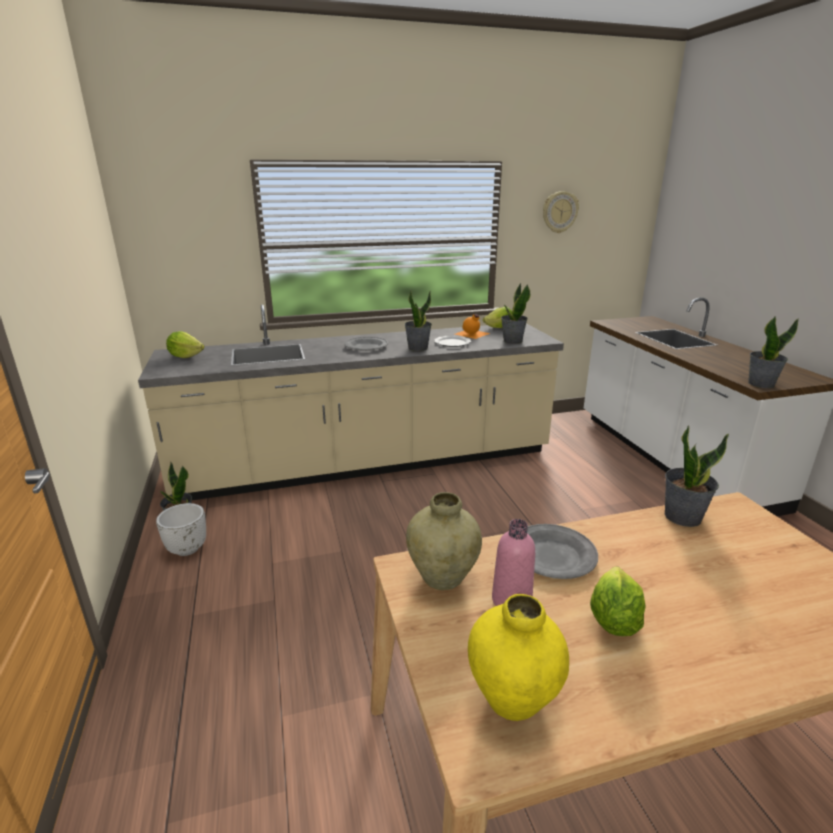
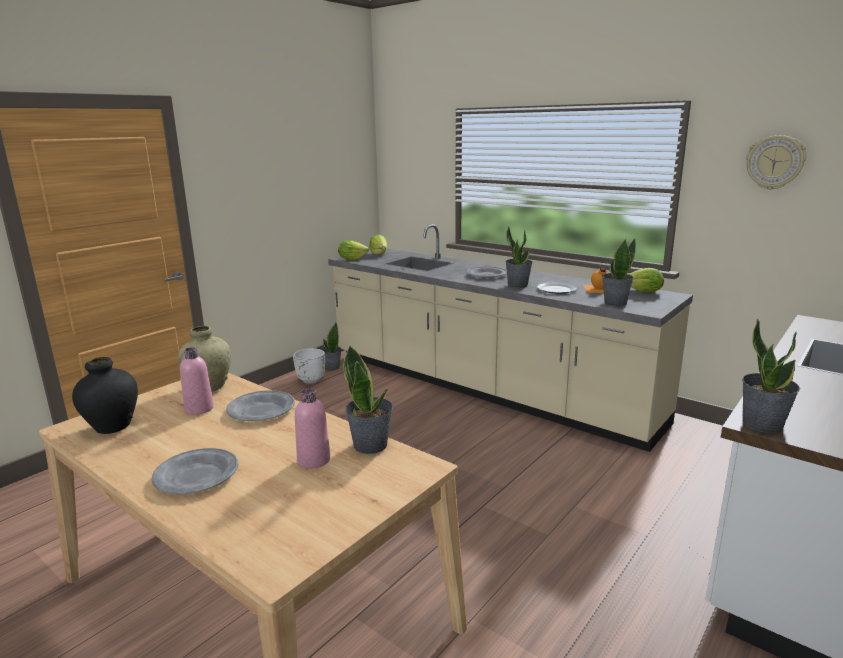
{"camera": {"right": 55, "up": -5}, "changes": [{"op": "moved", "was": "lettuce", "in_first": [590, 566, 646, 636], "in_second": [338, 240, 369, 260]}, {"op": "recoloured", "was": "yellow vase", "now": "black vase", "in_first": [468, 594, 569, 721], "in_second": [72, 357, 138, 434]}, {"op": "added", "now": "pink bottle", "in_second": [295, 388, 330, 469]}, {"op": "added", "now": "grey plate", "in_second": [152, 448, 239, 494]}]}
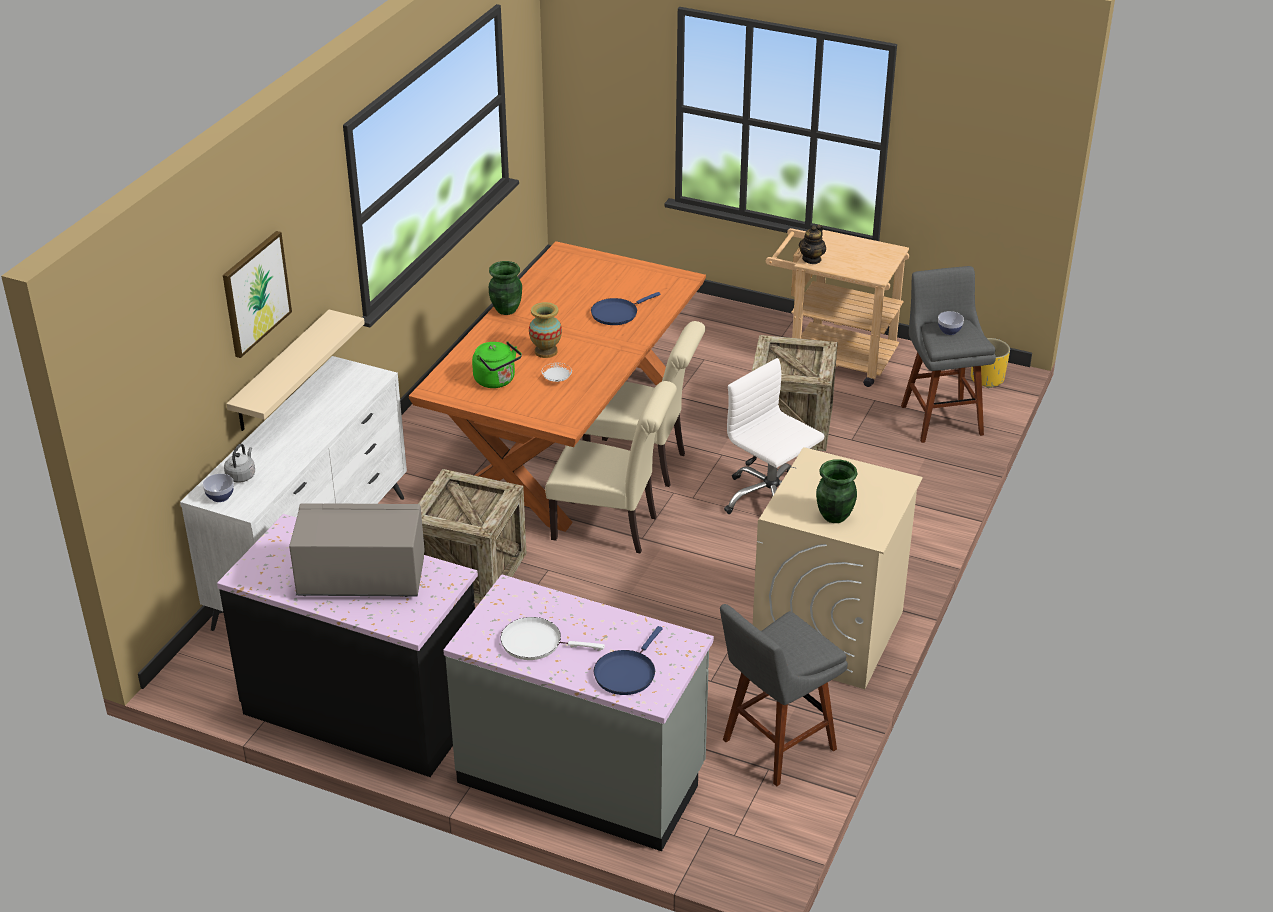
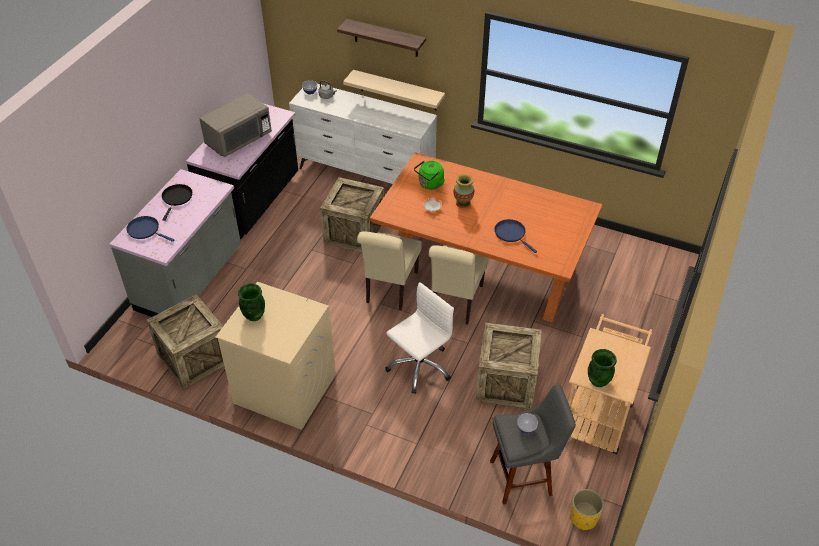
{"camera": {"right": 90, "up": 10}, "changes": [{"op": "removed", "was": "teapot", "in_first": [799, 225, 826, 264]}, {"op": "replaced", "was": "picture", "now": "shelf", "in_first": [223, 231, 292, 358], "in_second": [337, 19, 426, 57]}, {"op": "moved", "was": "green vase", "in_first": [489, 261, 522, 315], "in_second": [588, 349, 617, 387]}, {"op": "turned", "was": "grey microwave", "in_first": [289, 503, 425, 597], "in_second": [199, 93, 272, 157], "clockwise": 45}, {"op": "replaced", "was": "grey stool", "now": "crate", "in_first": [720, 604, 848, 787], "in_second": [147, 294, 224, 389]}, {"op": "recoloured", "was": "white frying pan", "now": "black frying pan", "in_first": [500, 617, 605, 660], "in_second": [162, 184, 192, 221]}]}
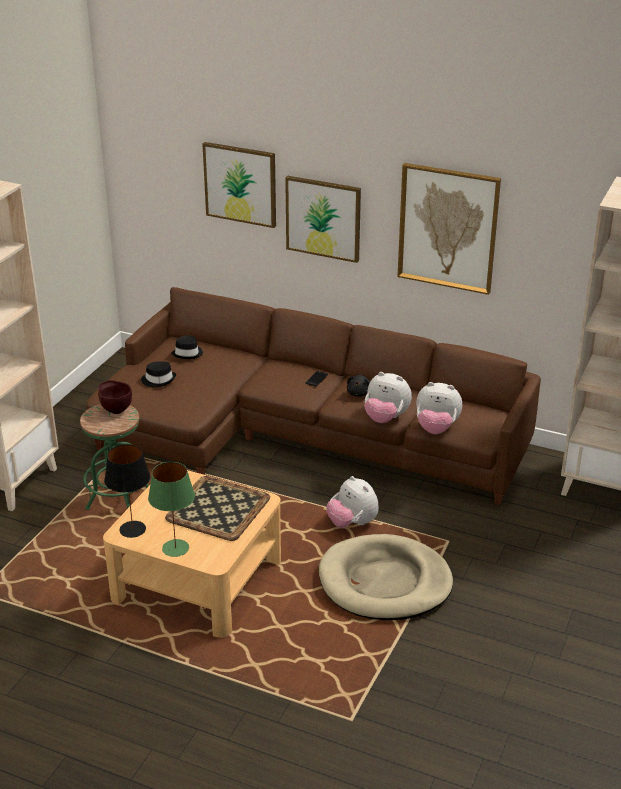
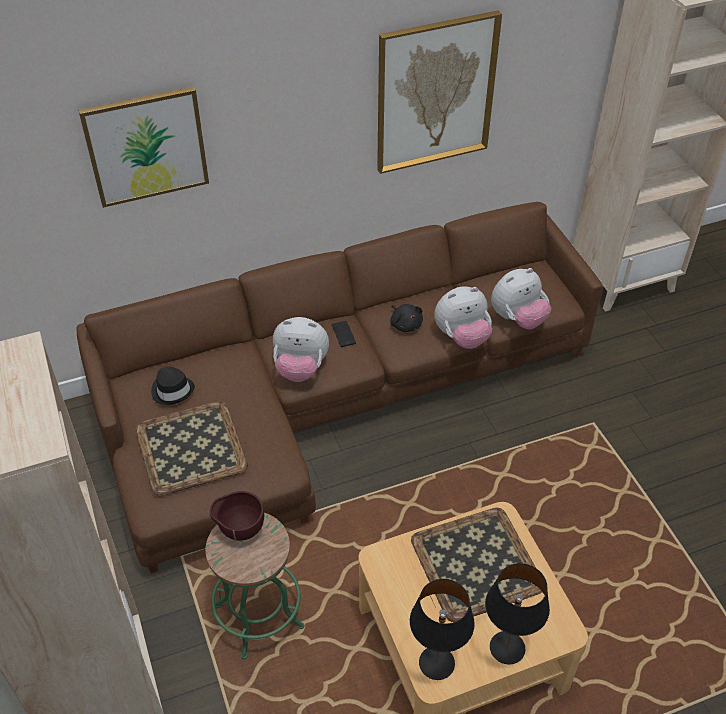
{"camera": {"right": -45, "up": 15}, "changes": [{"op": "removed", "was": "picture", "in_first": [285, 176, 361, 263]}, {"op": "replaced", "was": "black hat", "now": "tray", "in_first": [141, 361, 176, 387], "in_second": [136, 401, 248, 496]}, {"op": "recoloured", "was": "green table lamp", "now": "black table lamp", "in_first": [148, 462, 195, 557], "in_second": [485, 563, 550, 665]}, {"op": "moved", "was": "plush toy", "in_first": [326, 476, 379, 528], "in_second": [273, 317, 329, 382]}, {"op": "removed", "was": "beige dog bed", "in_first": [319, 534, 453, 620]}]}
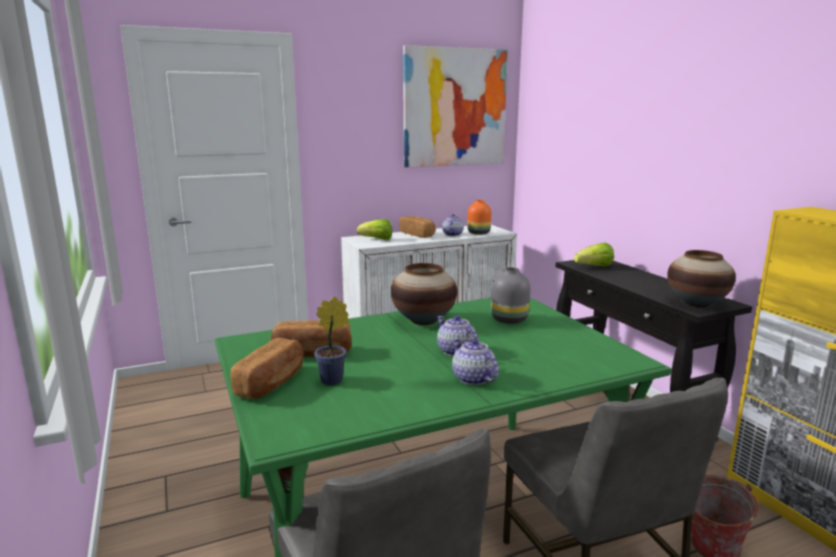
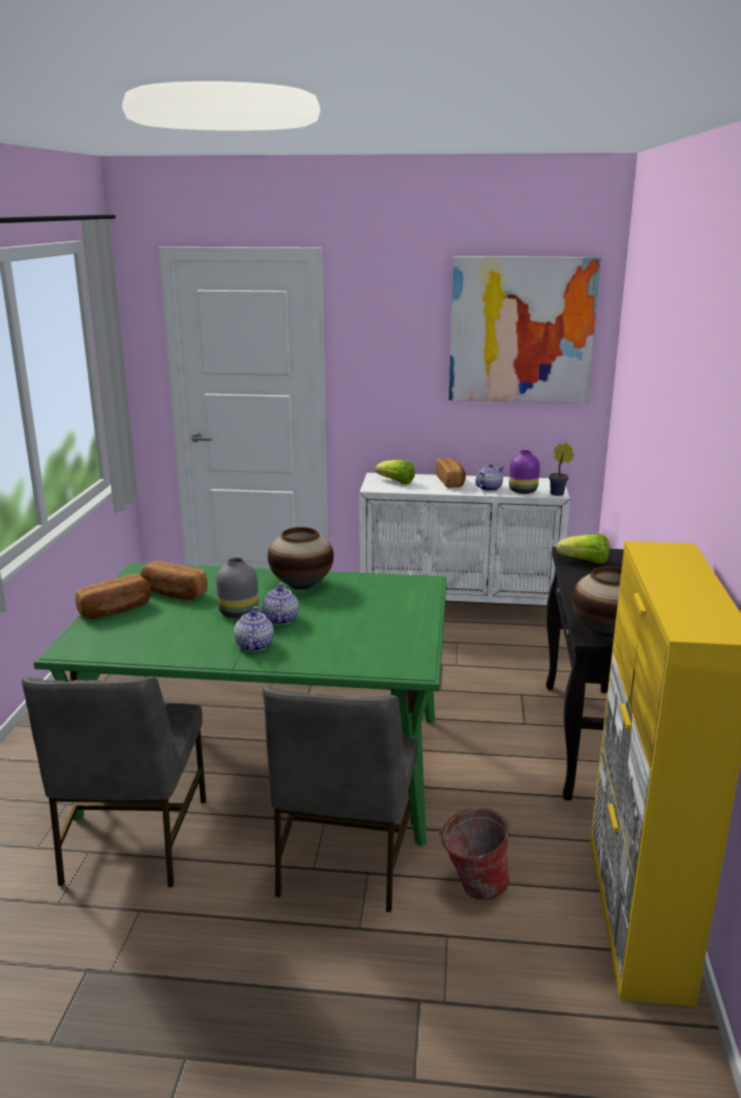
{"camera": {"right": 30, "up": 5}, "changes": [{"op": "recoloured", "was": "orange vase", "now": "purple vase", "in_first": [467, 200, 491, 235], "in_second": [509, 450, 540, 494]}, {"op": "moved", "was": "grey vase", "in_first": [491, 267, 530, 324], "in_second": [216, 557, 258, 618]}, {"op": "moved", "was": "potted plant", "in_first": [314, 297, 349, 385], "in_second": [549, 442, 574, 496]}]}
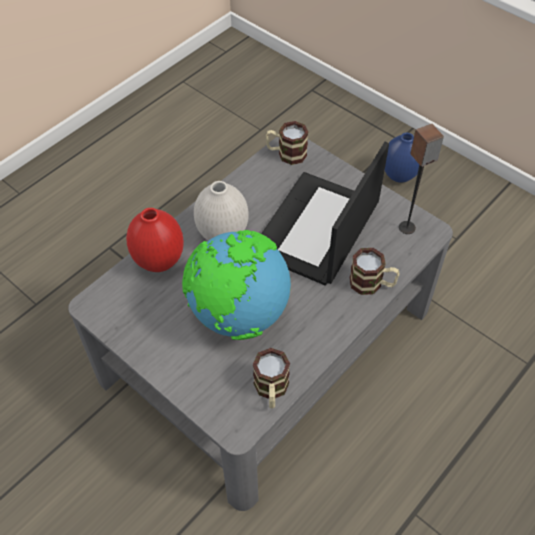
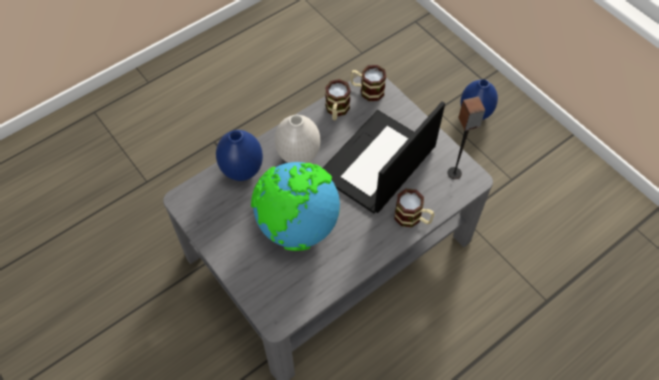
{"camera": {"right": 10, "up": 5}, "changes": [{"op": "recoloured", "was": "red vase", "now": "blue vase", "in_first": [126, 208, 184, 272], "in_second": [216, 130, 263, 181]}, {"op": "moved", "was": "mug", "in_first": [253, 348, 290, 408], "in_second": [325, 79, 351, 121]}]}
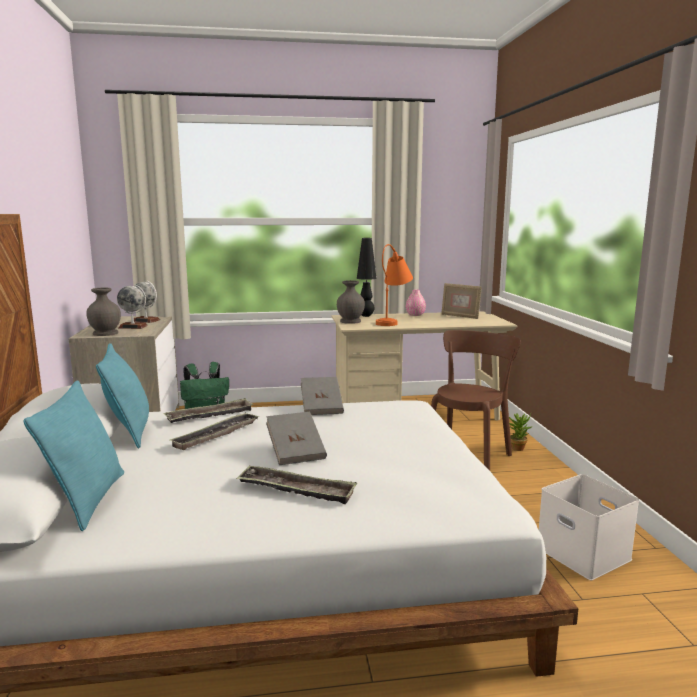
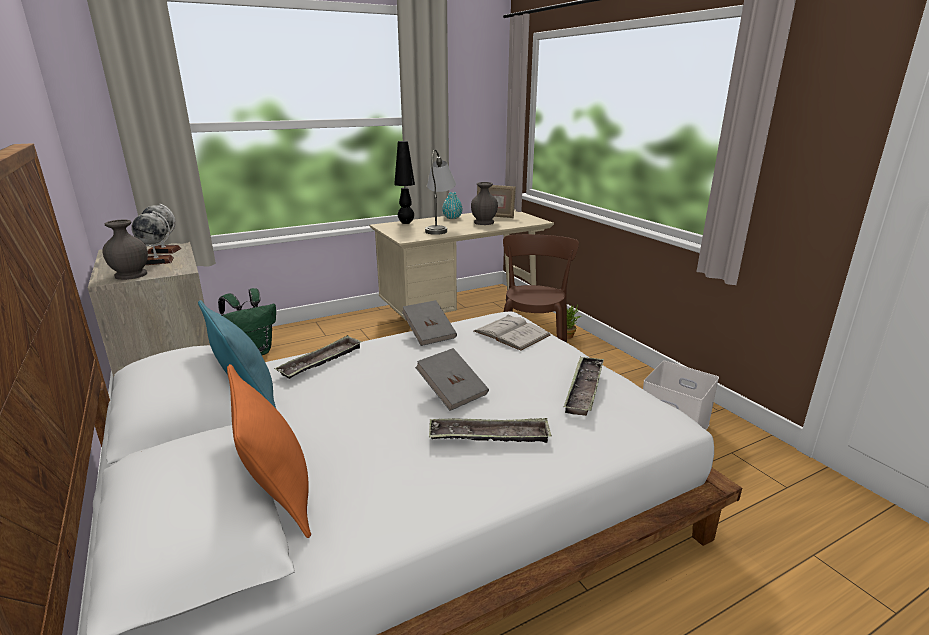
{"camera": {"right": -20, "up": 10}, "changes": [{"op": "recoloured", "was": "orange table lamp", "now": "grey table lamp", "in_first": [376, 244, 413, 326], "in_second": [425, 149, 456, 235]}, {"op": "moved", "was": "grey vase", "in_first": [337, 280, 365, 324], "in_second": [471, 182, 498, 225]}, {"op": "recoloured", "was": "pink vase", "now": "turquoise vase", "in_first": [406, 290, 426, 316], "in_second": [442, 192, 463, 219]}, {"op": "recoloured", "was": "turquoise pillow", "now": "orange pillow", "in_first": [23, 380, 124, 531], "in_second": [227, 364, 311, 538]}, {"op": "moved", "was": "tray", "in_first": [170, 412, 260, 450], "in_second": [563, 356, 604, 416]}, {"op": "added", "now": "white book", "in_second": [474, 314, 550, 350]}]}
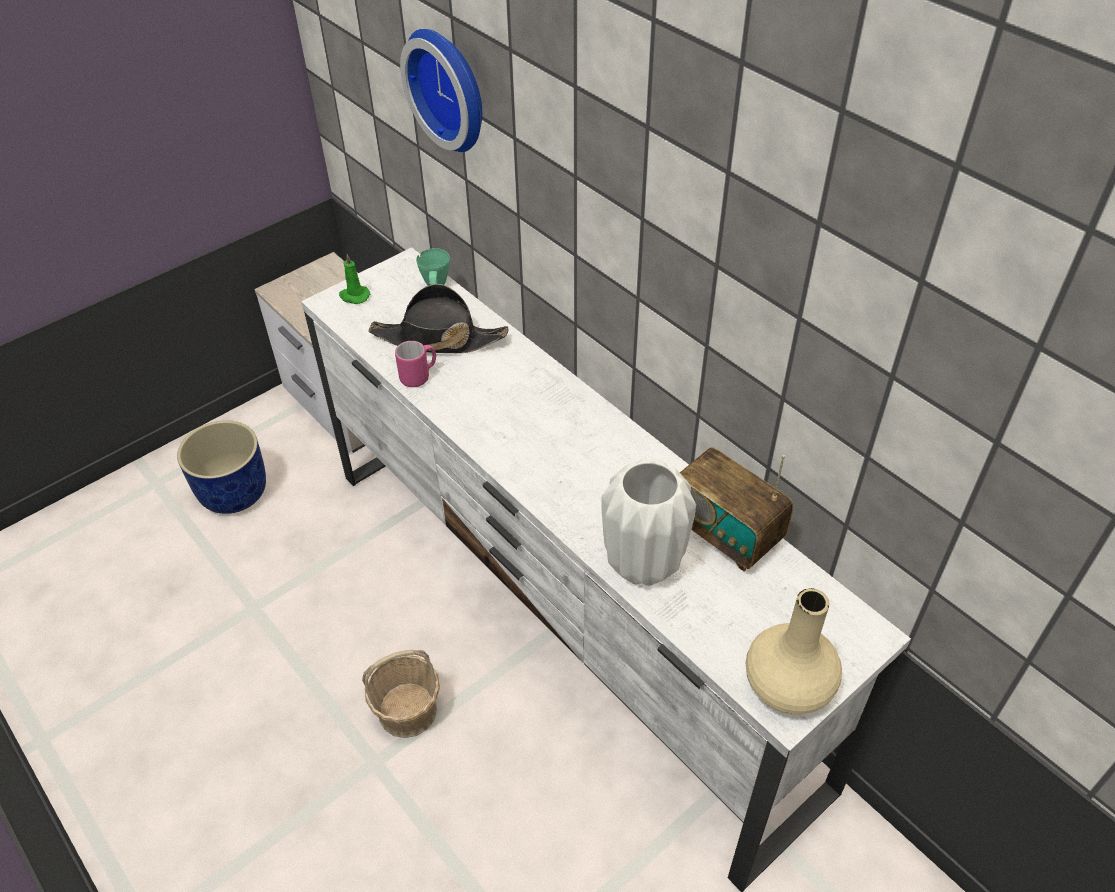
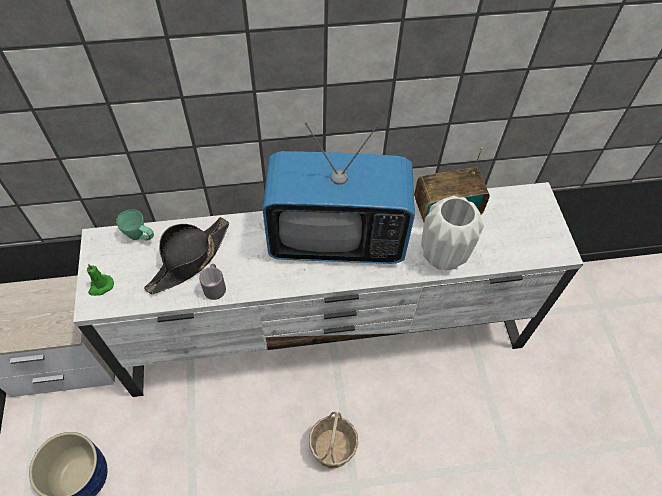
{"camera": {"right": -60, "up": 10}, "changes": [{"op": "removed", "was": "wall clock", "in_first": [400, 29, 482, 152]}, {"op": "recoloured", "was": "pink mug", "now": "grey mug", "in_first": [395, 341, 436, 387], "in_second": [199, 264, 226, 300]}, {"op": "removed", "was": "beige vase", "in_first": [746, 588, 842, 714]}, {"op": "added", "now": "television", "in_second": [262, 122, 415, 264]}]}
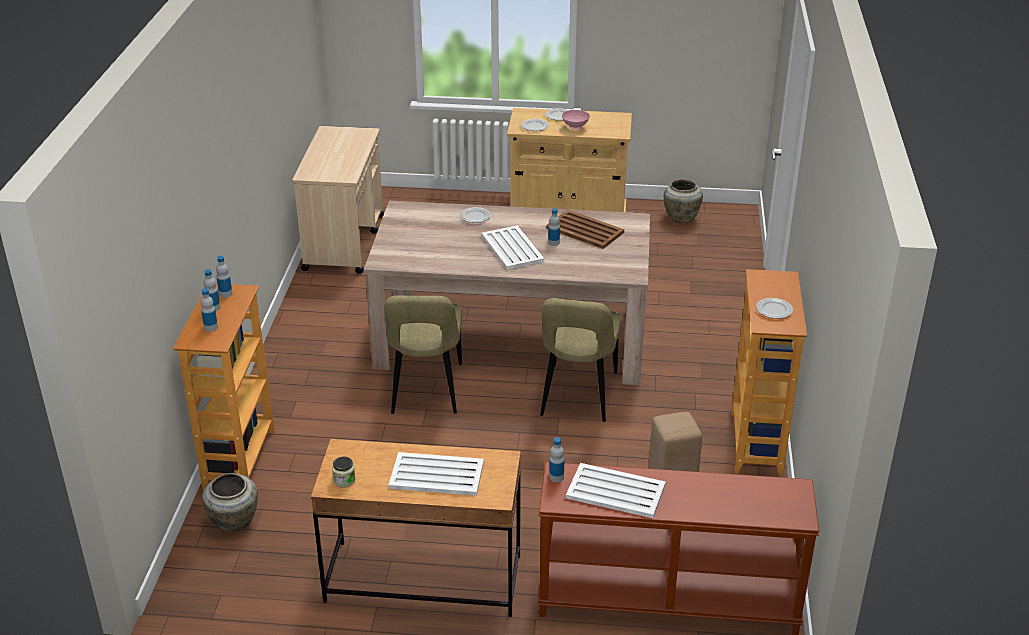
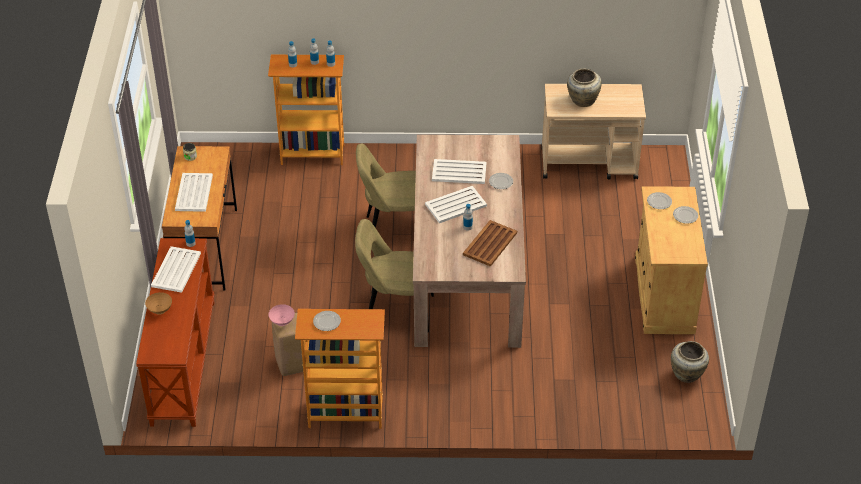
{"camera": {"right": 85, "up": 10}, "changes": [{"op": "moved", "was": "pink bowl", "in_first": [562, 110, 590, 130], "in_second": [269, 304, 295, 326]}, {"op": "moved", "was": "beige vase", "in_first": [202, 473, 258, 533], "in_second": [567, 68, 602, 107]}, {"op": "added", "now": "white tray", "in_second": [432, 159, 486, 184]}, {"op": "added", "now": "brown bowl", "in_second": [145, 292, 172, 315]}]}
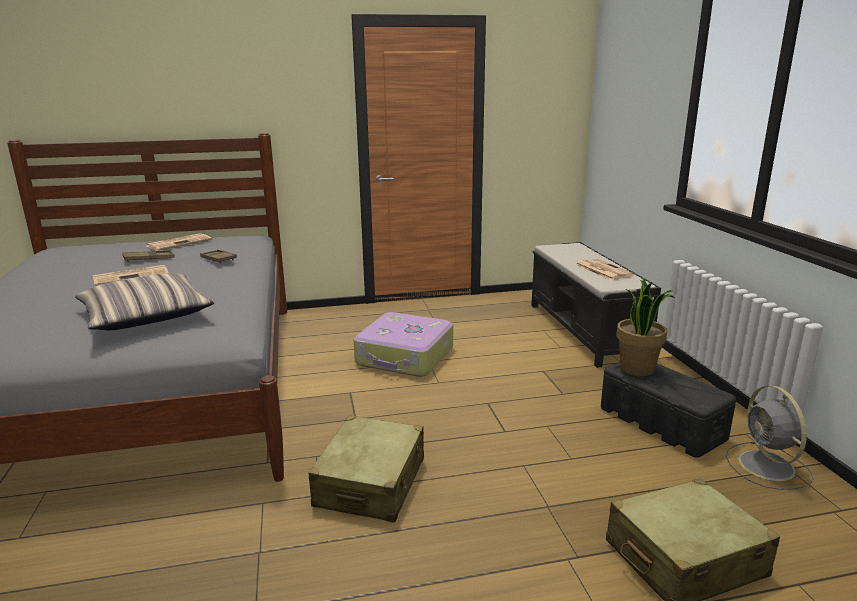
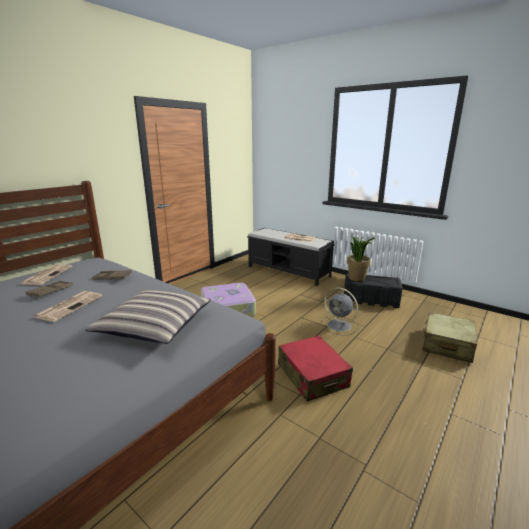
{"camera": {"right": -40, "up": 0}, "changes": [{"op": "moved", "was": "grey fan", "in_first": [726, 385, 813, 490], "in_second": [321, 287, 359, 335]}, {"op": "recoloured", "was": "beige suitcase", "now": "red suitcase", "in_first": [309, 415, 424, 522], "in_second": [278, 335, 353, 402]}]}
